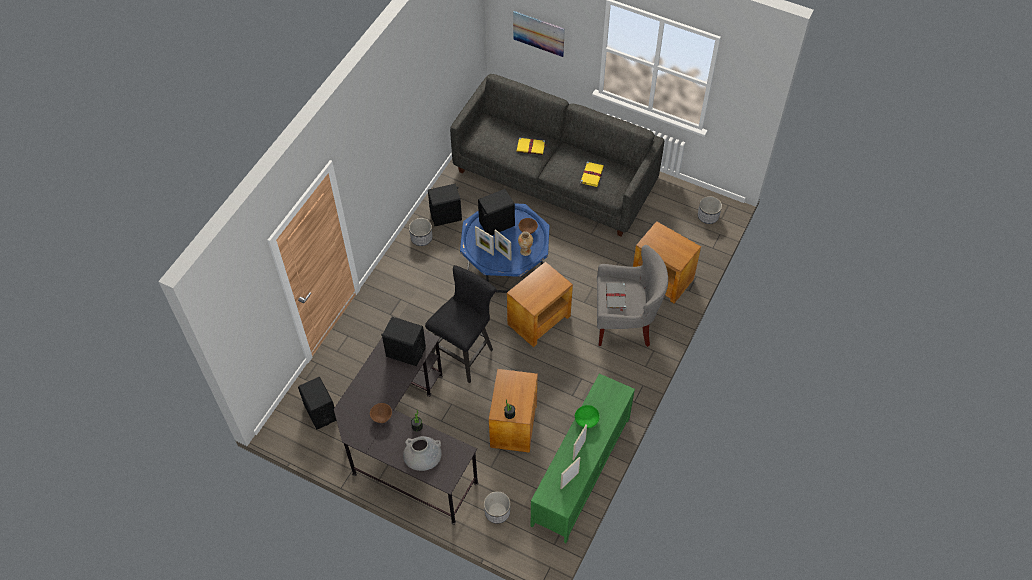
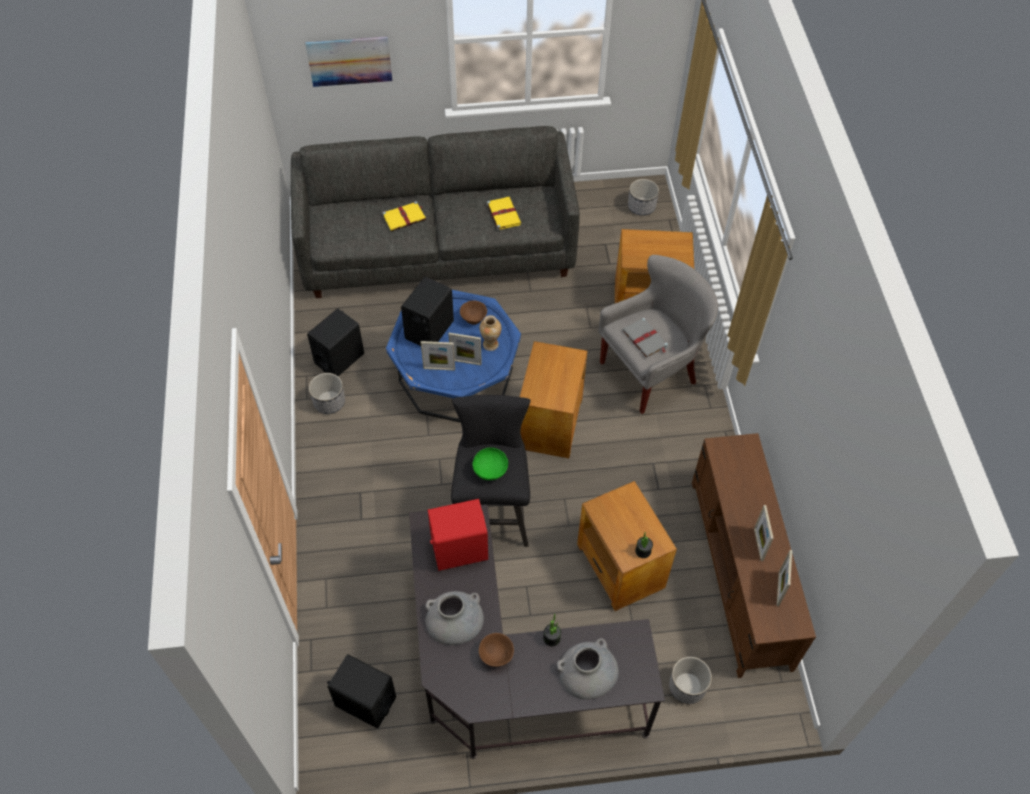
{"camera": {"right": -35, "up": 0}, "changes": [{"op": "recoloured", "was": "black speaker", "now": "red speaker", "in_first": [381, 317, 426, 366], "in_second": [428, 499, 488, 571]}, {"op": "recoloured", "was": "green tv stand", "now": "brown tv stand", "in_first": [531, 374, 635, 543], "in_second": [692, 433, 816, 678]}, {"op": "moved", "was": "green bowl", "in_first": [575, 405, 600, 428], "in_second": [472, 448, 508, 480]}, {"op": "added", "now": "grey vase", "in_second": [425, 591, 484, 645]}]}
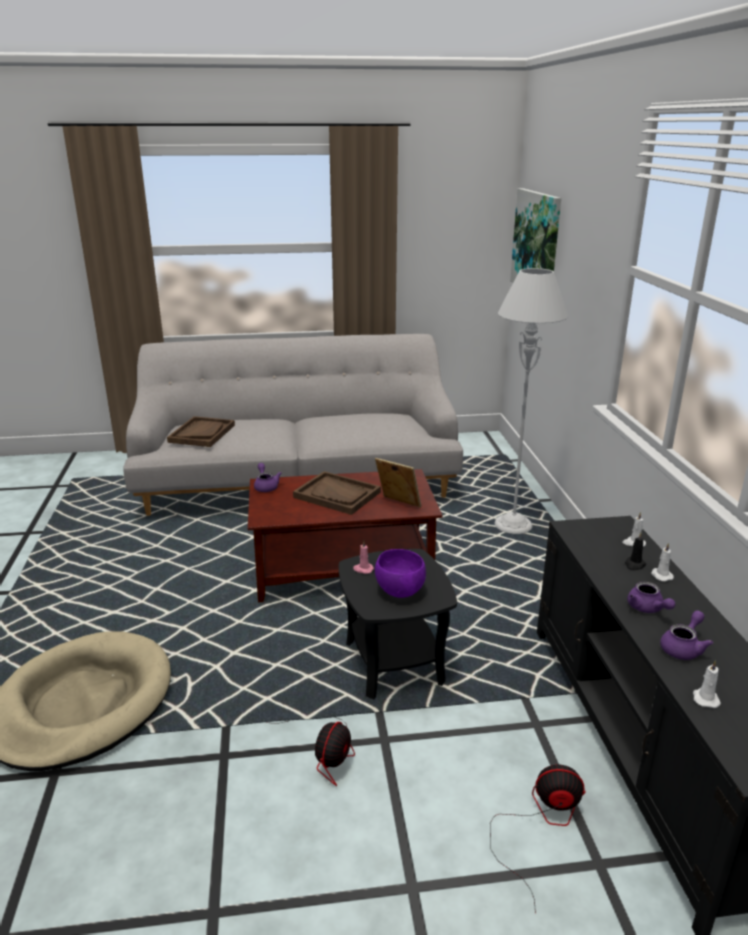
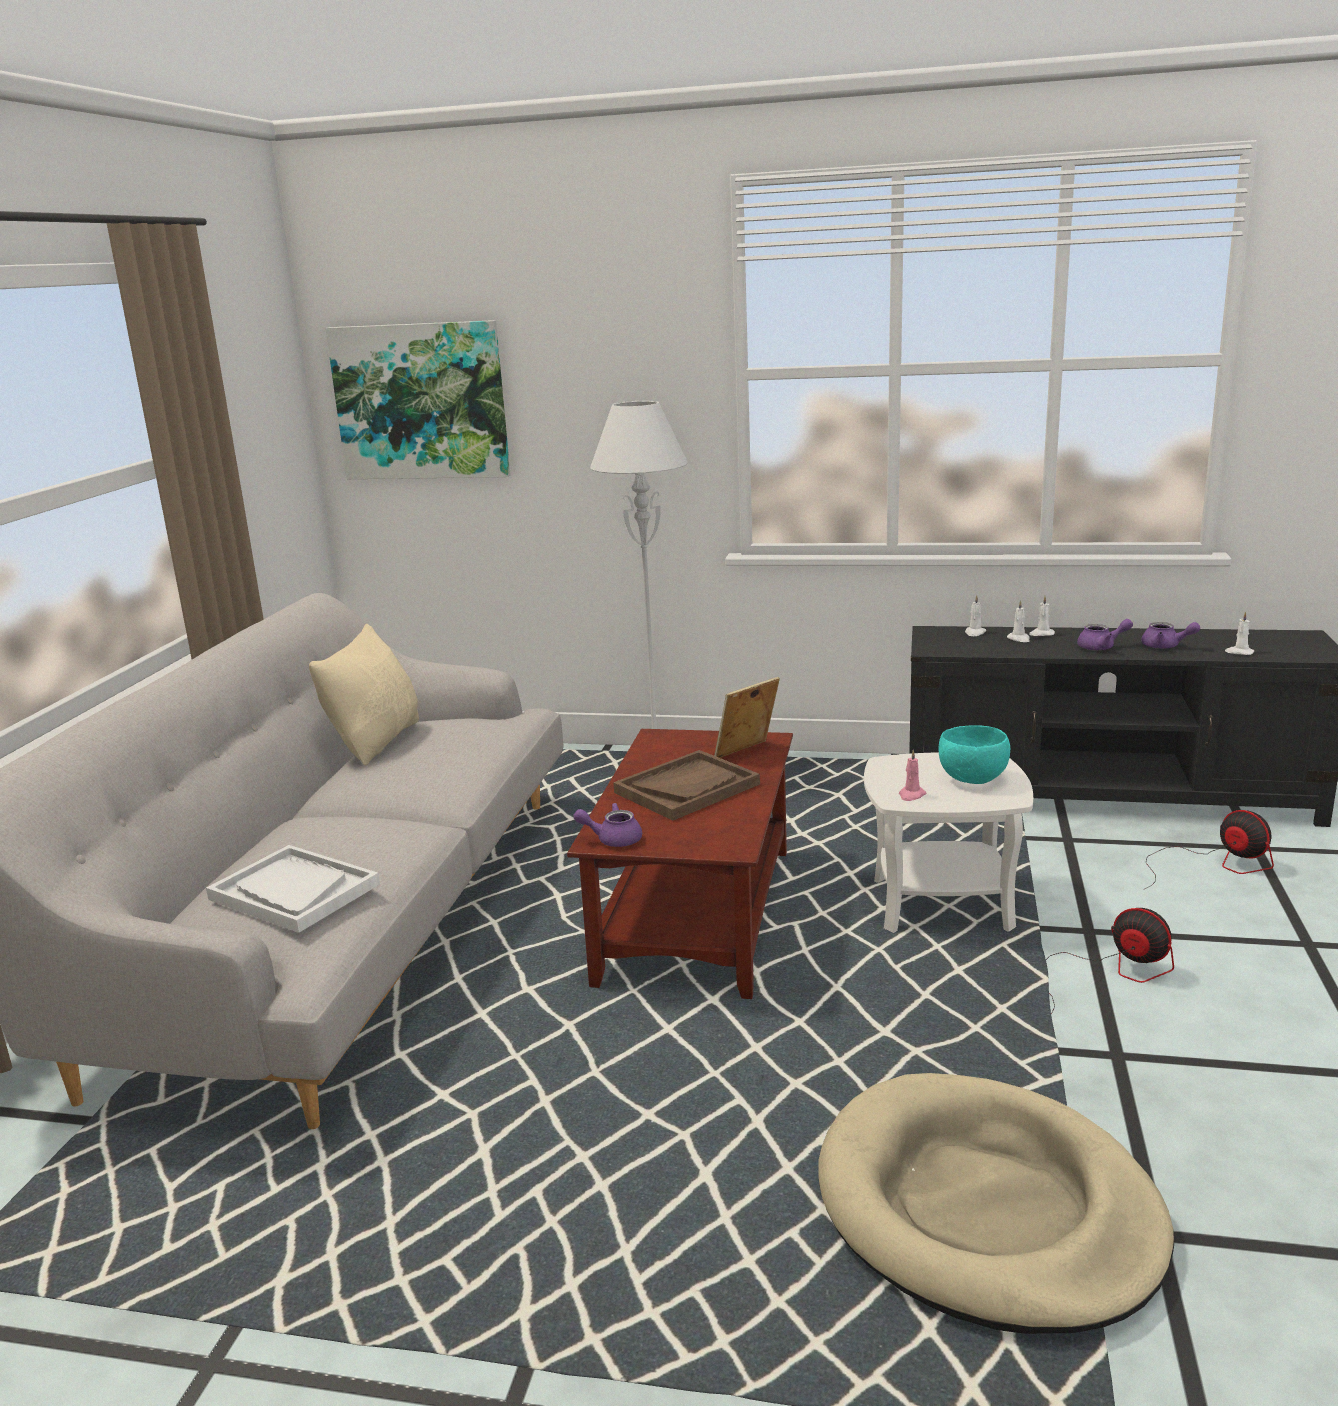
{"camera": {"right": -70, "up": -5}, "changes": [{"op": "recoloured", "was": "brown tray", "now": "white tray", "in_first": [167, 416, 235, 447], "in_second": [206, 845, 380, 933]}, {"op": "recoloured", "was": "black candle", "now": "white candle", "in_first": [625, 532, 646, 570], "in_second": [1007, 600, 1030, 642]}, {"op": "recoloured", "was": "black side table", "now": "white side table", "in_first": [339, 549, 457, 699], "in_second": [864, 752, 1033, 933]}, {"op": "recoloured", "was": "purple bowl", "now": "turquoise bowl", "in_first": [375, 549, 426, 598], "in_second": [939, 725, 1010, 784]}, {"op": "turned", "was": "purple teapot", "in_first": [660, 610, 713, 660], "in_second": [1141, 622, 1200, 649], "clockwise": 150}, {"op": "turned", "was": "fan", "in_first": [490, 764, 586, 913], "in_second": [1143, 810, 1274, 890], "clockwise": 120}, {"op": "added", "now": "beige pillow", "in_second": [309, 623, 419, 765]}]}
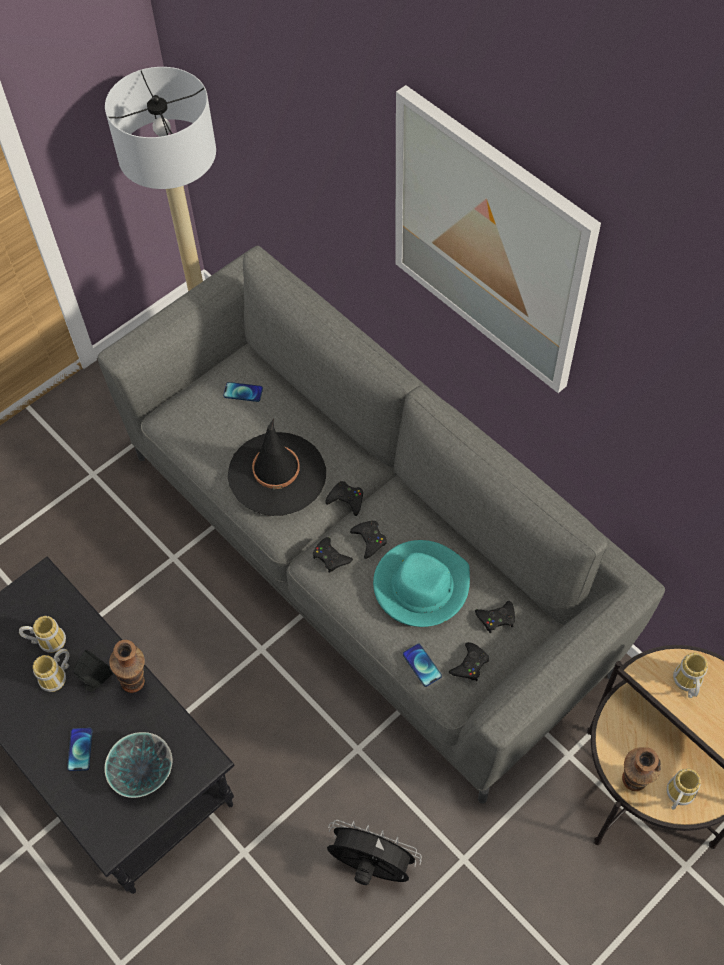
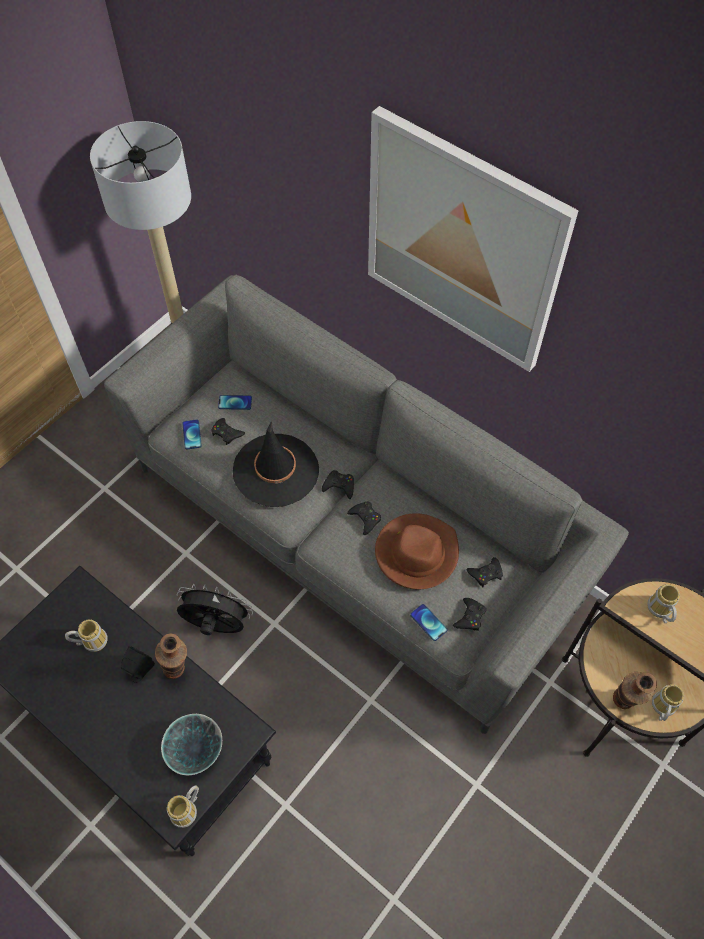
{"camera": {"right": -10, "up": 0}, "changes": [{"op": "moved", "was": "black game controller", "in_first": [313, 537, 353, 573], "in_second": [211, 418, 245, 445]}, {"op": "recoloured", "was": "turquoise hat", "now": "brown hat", "in_first": [373, 540, 470, 627], "in_second": [375, 513, 459, 589]}, {"op": "moved", "was": "mug", "in_first": [33, 649, 70, 692], "in_second": [167, 785, 199, 828]}, {"op": "moved", "was": "phone", "in_first": [67, 728, 93, 771], "in_second": [182, 419, 202, 450]}, {"op": "moved", "was": "black fan", "in_first": [327, 820, 422, 885], "in_second": [176, 584, 253, 635]}]}
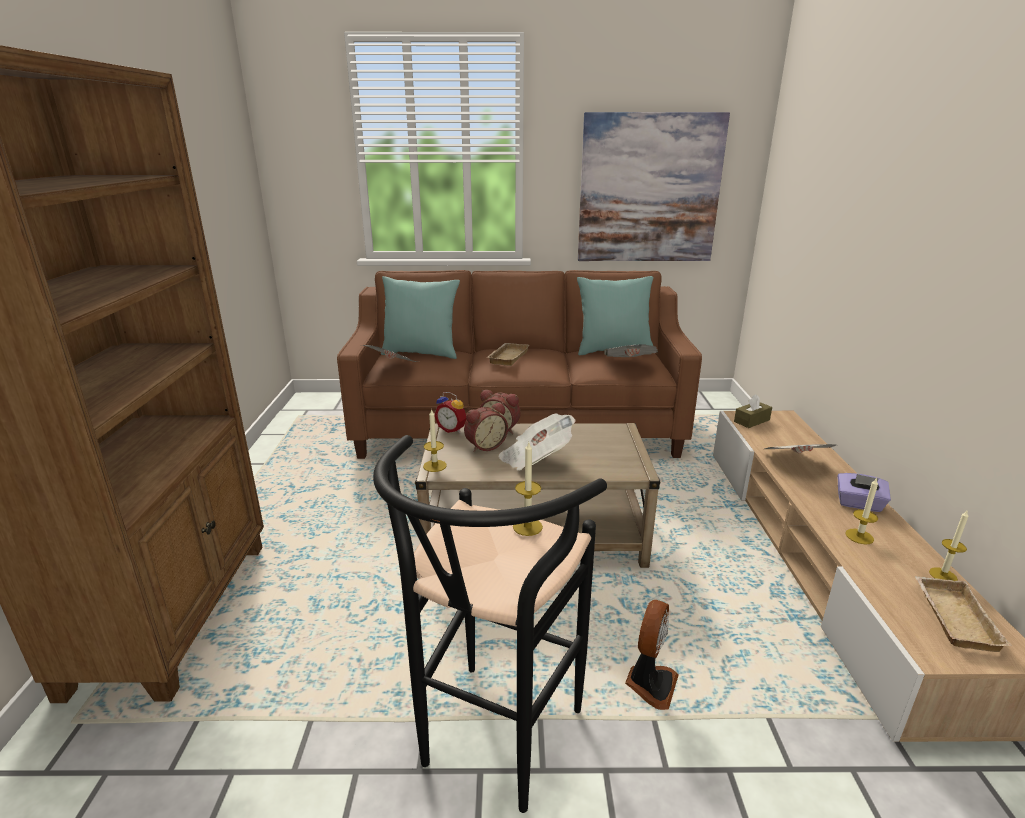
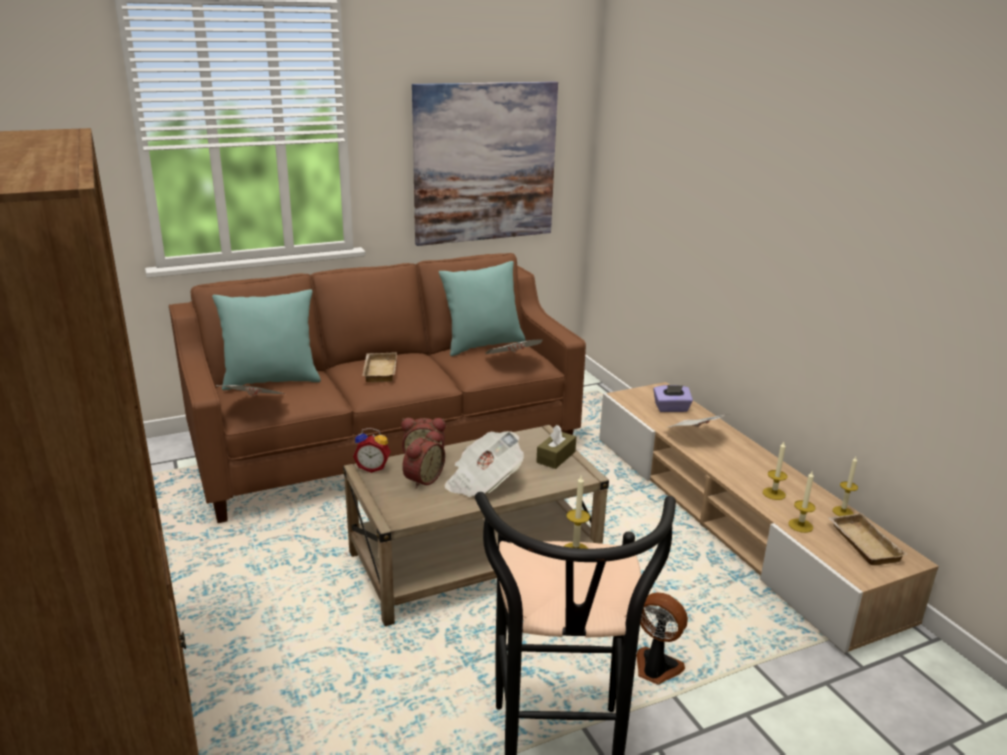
{"camera": {"right": -25, "up": 0}, "changes": [{"op": "moved", "was": "brown tissue box", "in_first": [734, 394, 772, 428], "in_second": [536, 425, 576, 469]}, {"op": "moved", "was": "candle", "in_first": [423, 409, 447, 472], "in_second": [788, 471, 816, 533]}, {"op": "moved", "was": "purple tissue box", "in_first": [838, 473, 891, 512], "in_second": [653, 385, 693, 412]}, {"op": "turned", "was": "fan", "in_first": [625, 600, 679, 710], "in_second": [637, 592, 688, 685], "clockwise": -60}]}
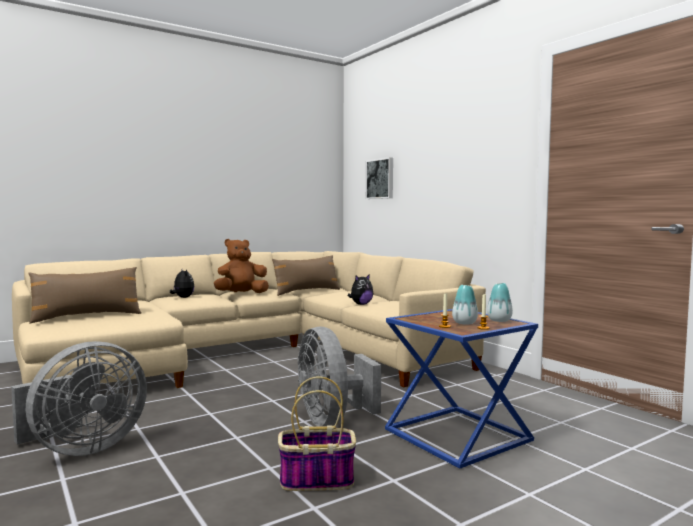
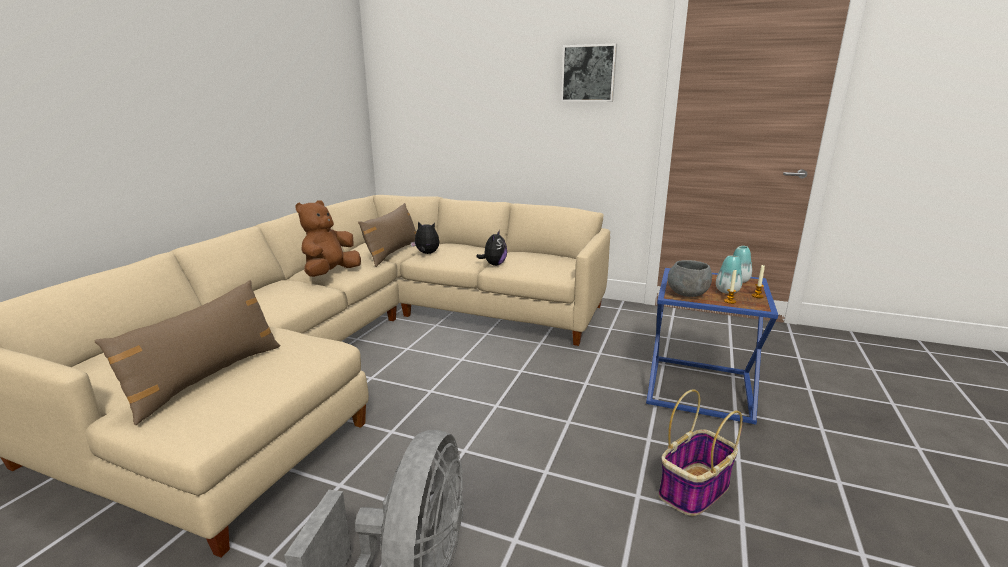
{"camera": {"right": -35, "up": 15}, "changes": [{"op": "moved", "was": "picture", "in_first": [366, 157, 393, 199], "in_second": [561, 43, 617, 102]}, {"op": "moved", "was": "plush toy", "in_first": [170, 270, 194, 298], "in_second": [410, 221, 439, 254]}, {"op": "removed", "was": "grey fan", "in_first": [298, 327, 381, 426]}, {"op": "added", "now": "grey bowl", "in_second": [668, 260, 712, 297]}]}
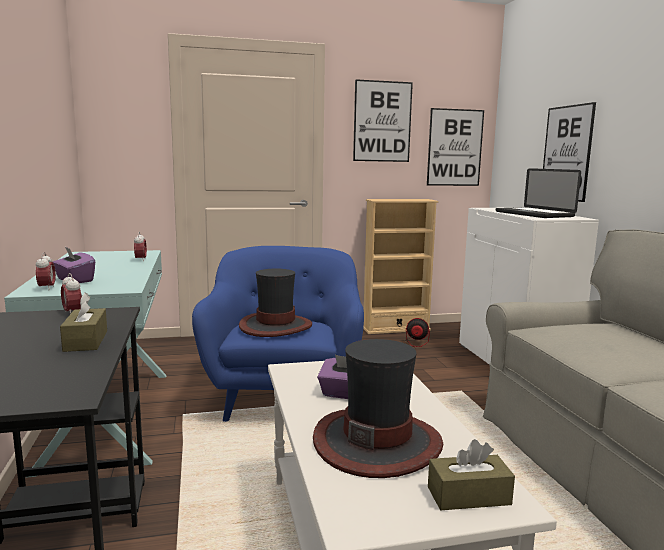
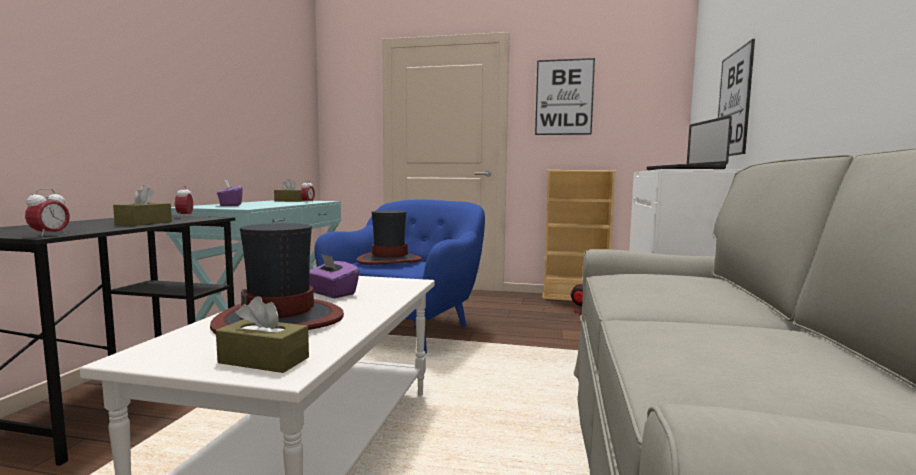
{"camera": {"right": 25, "up": -5}, "changes": [{"op": "removed", "was": "picture", "in_first": [427, 108, 484, 186]}, {"op": "moved", "was": "alarm clock", "in_first": [36, 252, 56, 291], "in_second": [25, 189, 70, 237]}, {"op": "added", "now": "brown tissue box", "in_second": [274, 179, 303, 202]}]}
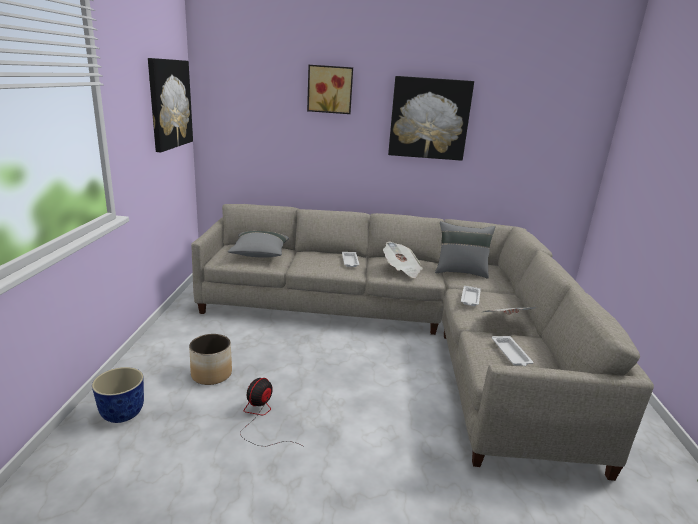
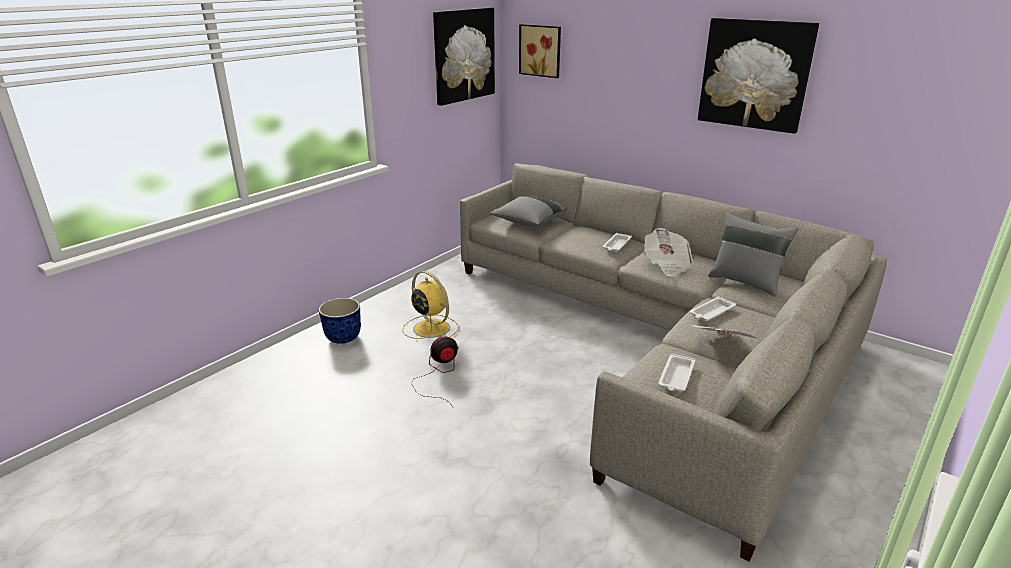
{"camera": {"right": 35, "up": 5}, "changes": [{"op": "moved", "was": "picture", "in_first": [307, 65, 353, 114], "in_second": [519, 24, 561, 78]}, {"op": "replaced", "was": "planter", "now": "yellow fan", "in_first": [189, 334, 232, 385], "in_second": [403, 271, 458, 339]}]}
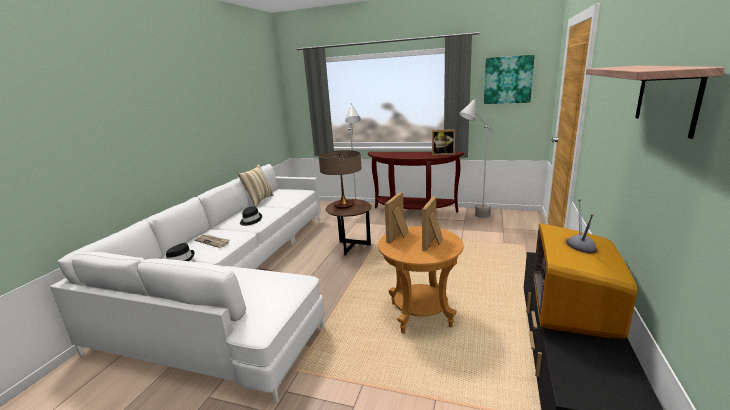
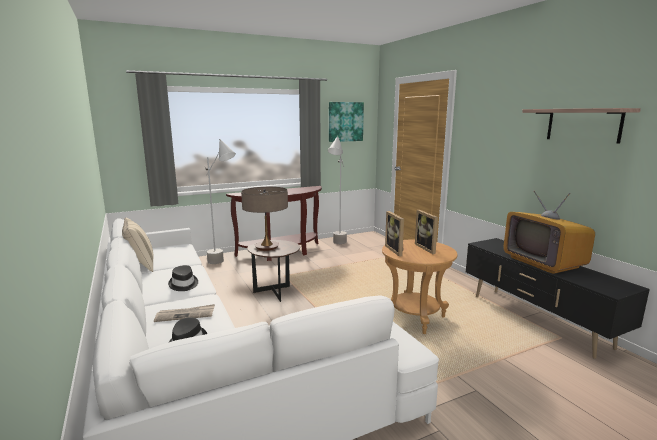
{"camera": {"right": -45, "up": -5}, "changes": [{"op": "removed", "was": "picture frame", "in_first": [432, 129, 455, 156]}]}
